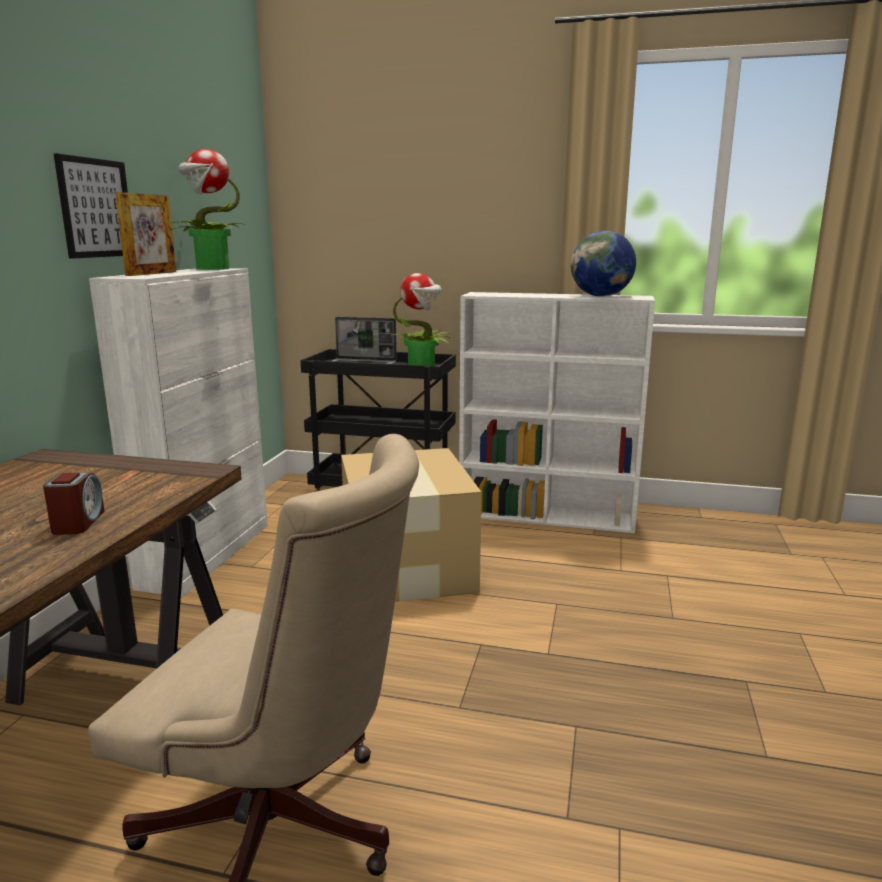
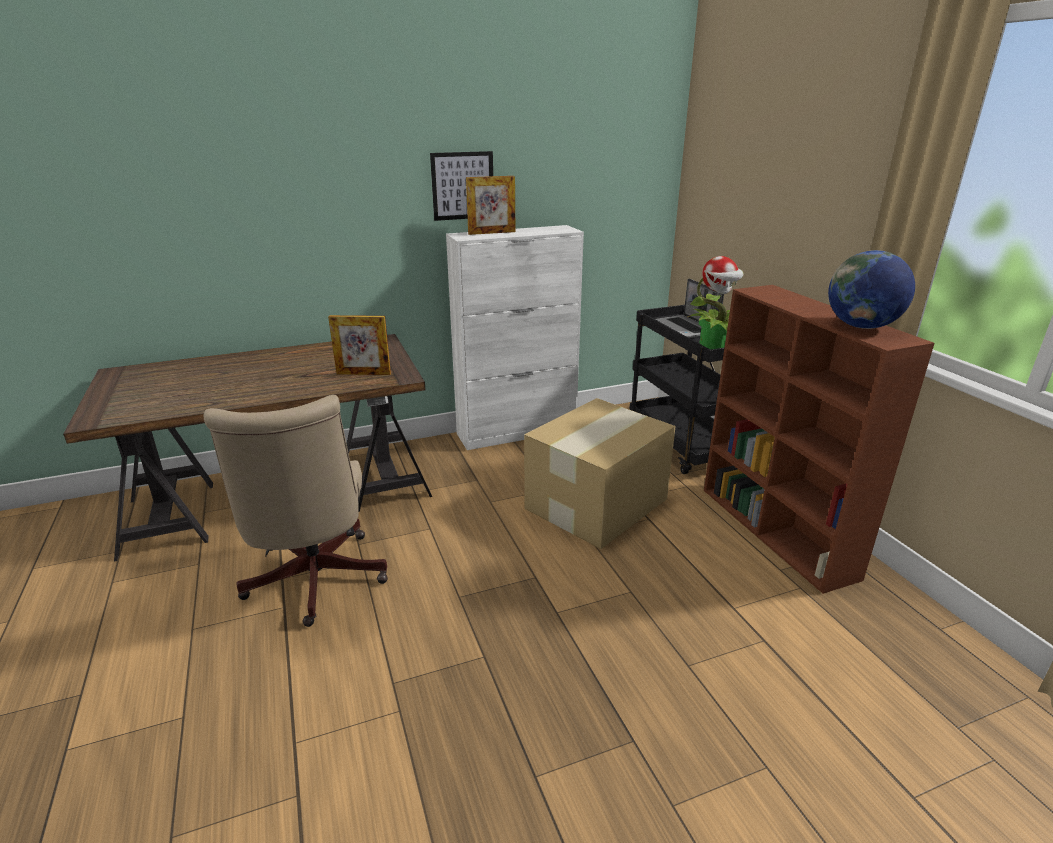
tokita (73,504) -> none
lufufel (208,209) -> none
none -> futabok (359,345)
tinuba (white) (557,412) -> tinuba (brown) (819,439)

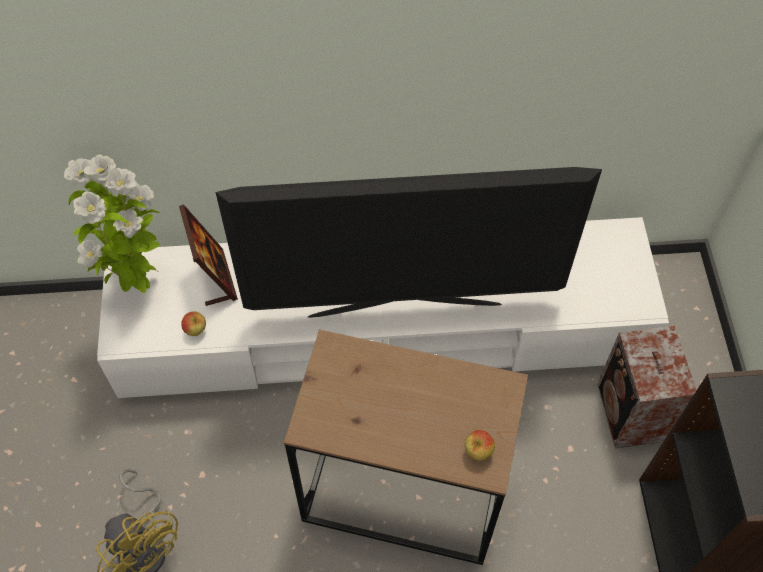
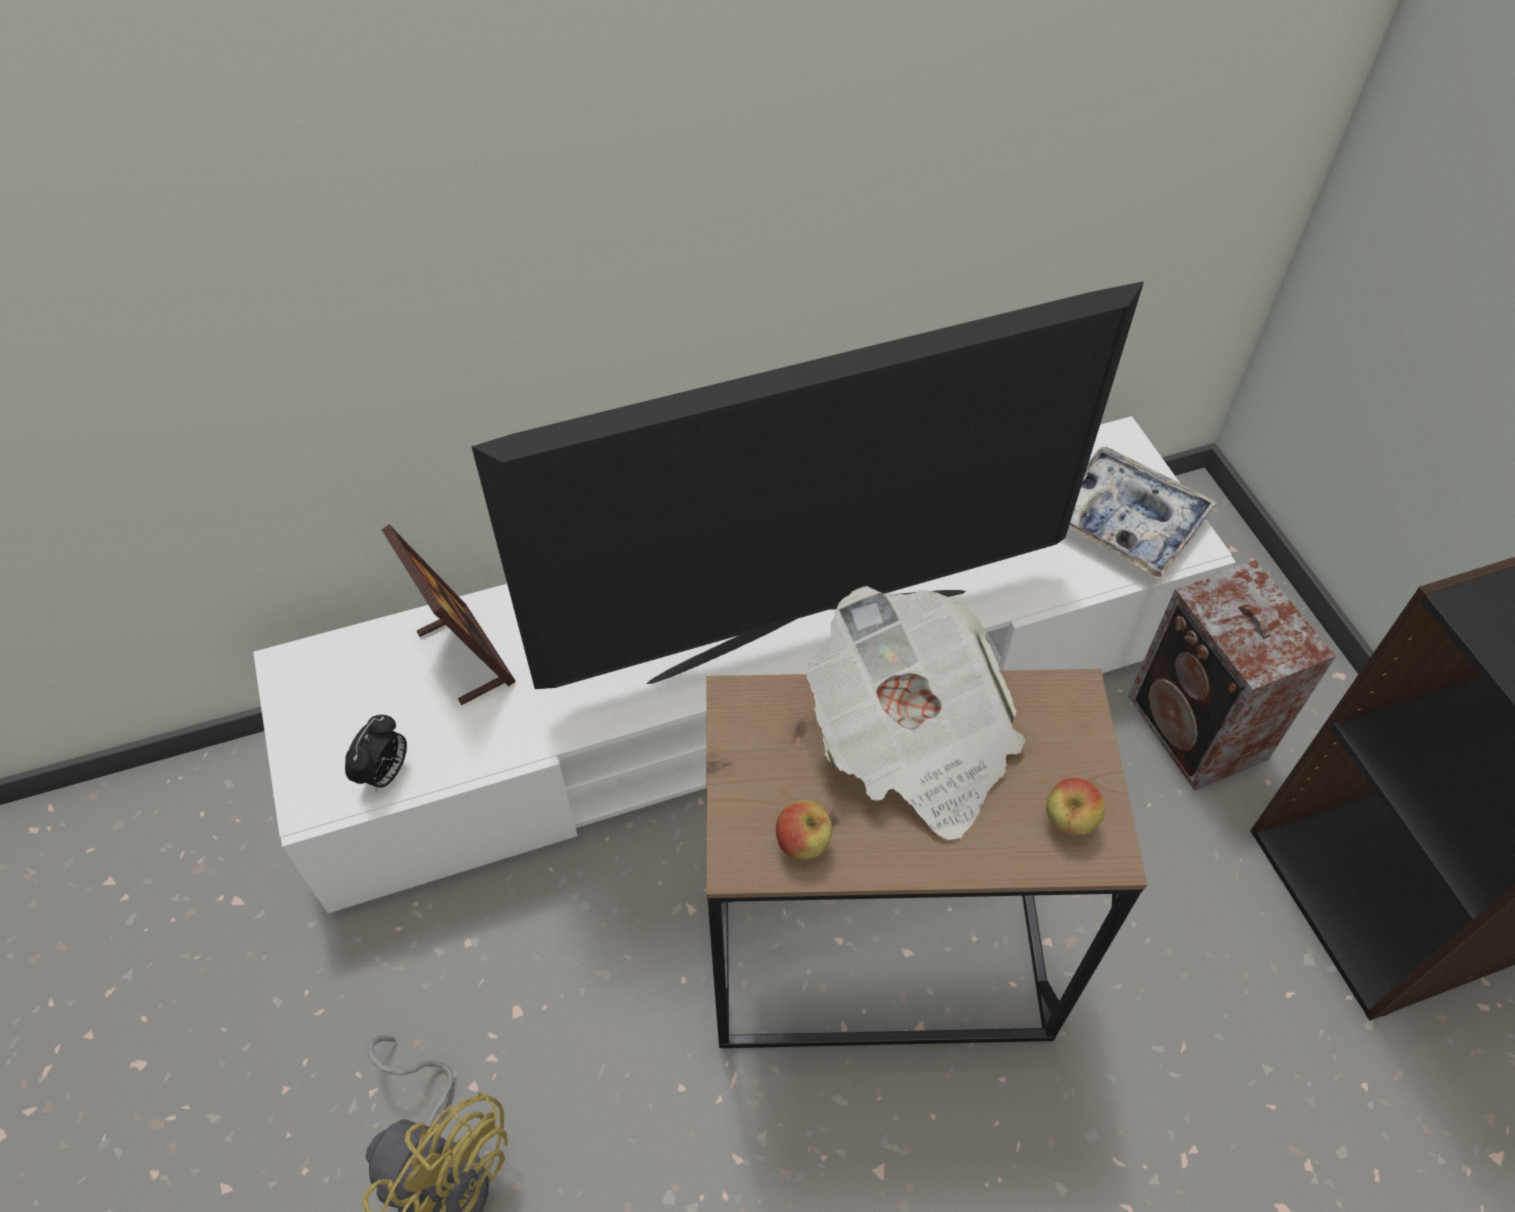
lufufel (112,223) -> none
none -> tokita (376,753)
none -> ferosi (916,713)
none -> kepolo (1143,512)
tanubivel (193,323) -> tanubivel (804,830), moved

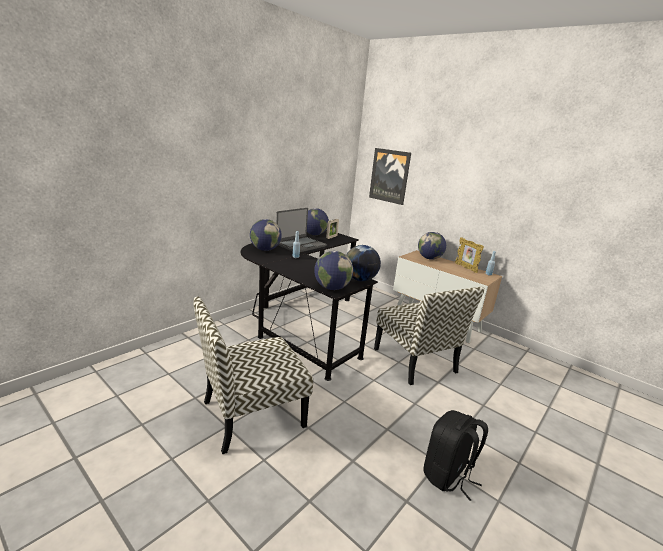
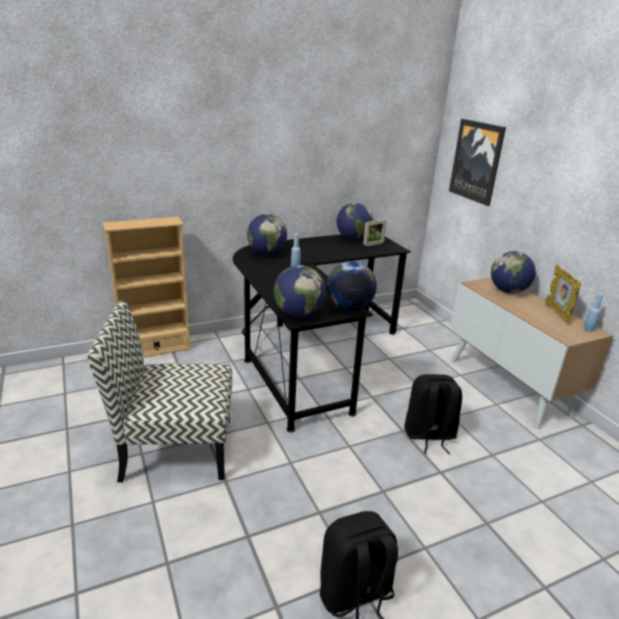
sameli (301,230) -> none
none -> tinuba (beige) (147,287)
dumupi (429,336) -> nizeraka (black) (433,414)

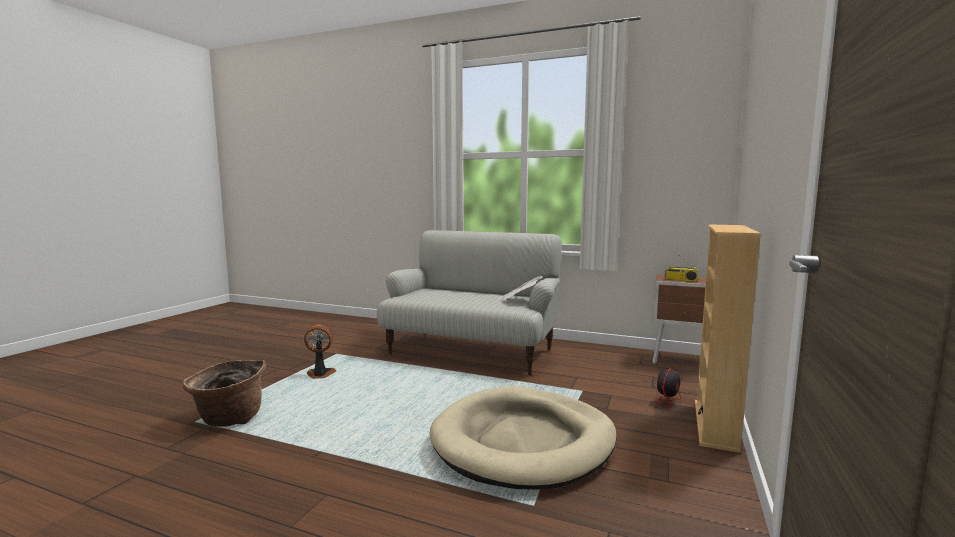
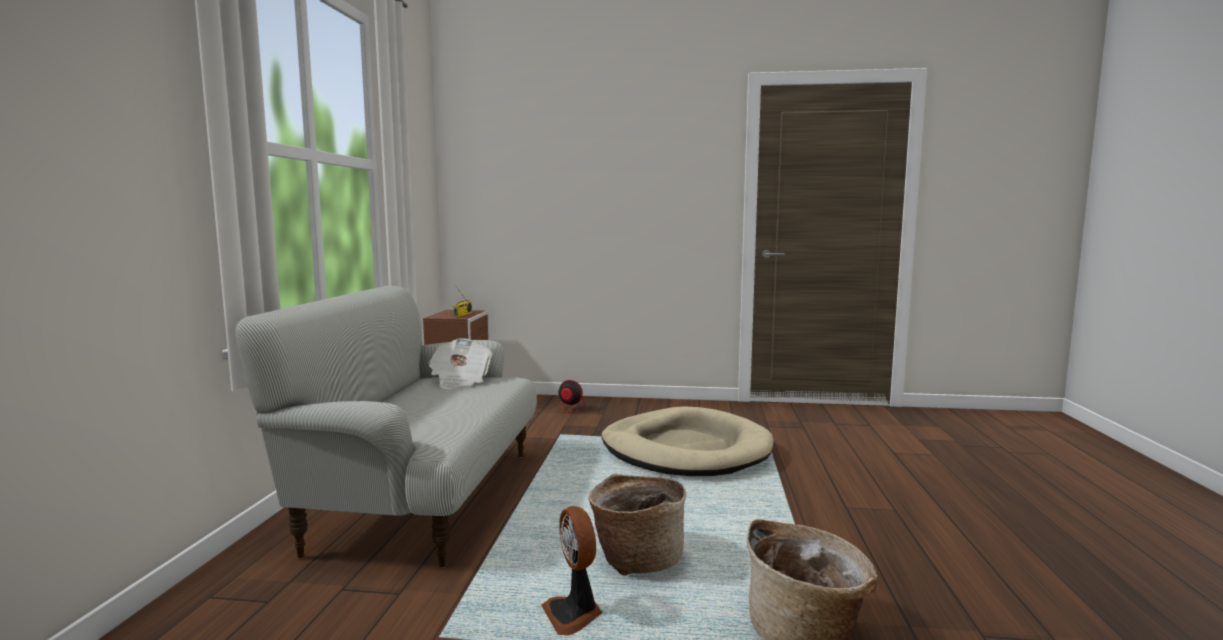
tinuba (beige) (728,338) -> none
none -> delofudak (637,524)

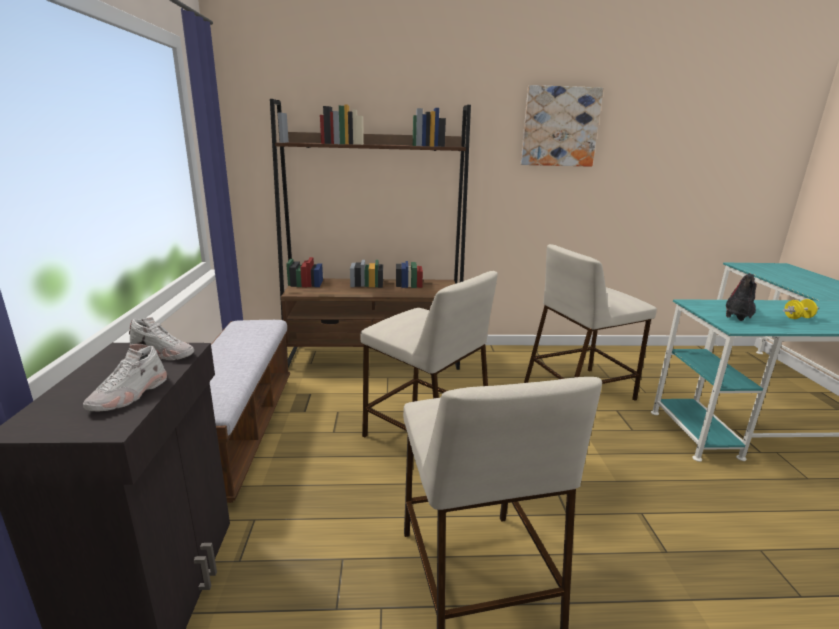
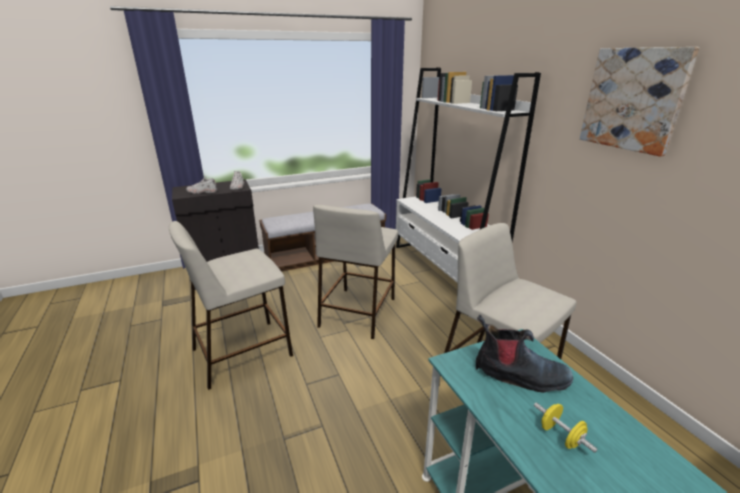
tinuba (brown) (370,234) -> tinuba (white) (468,175)

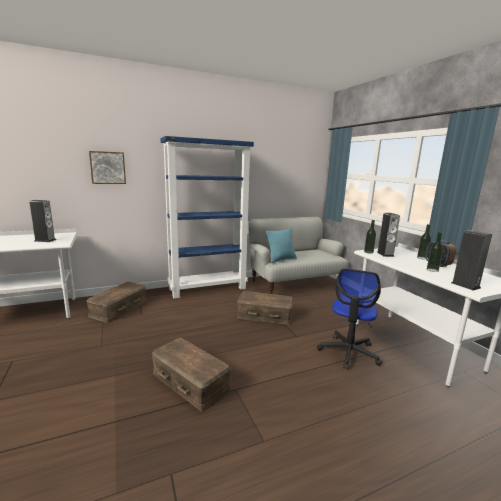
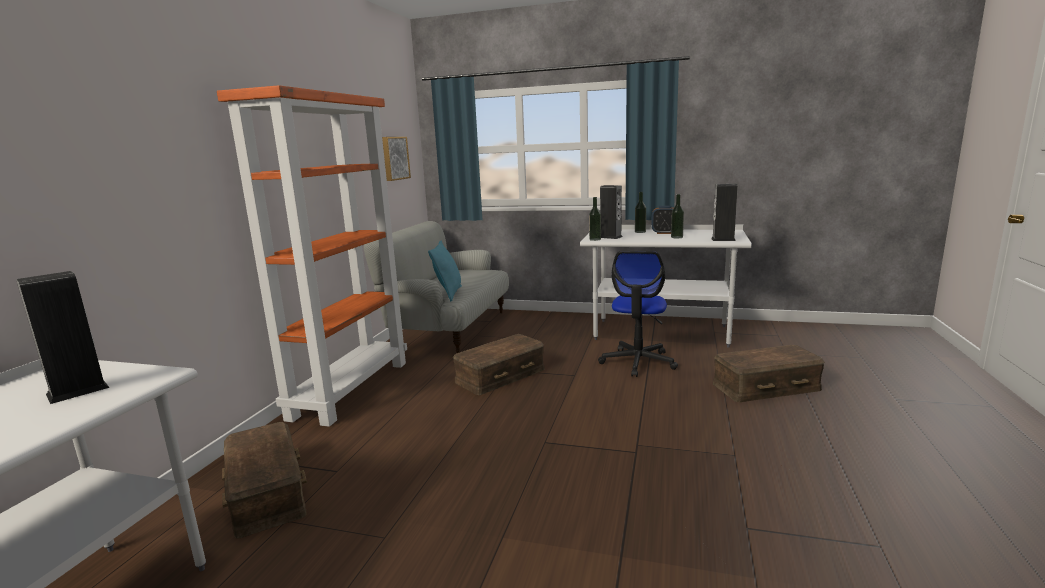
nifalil (107,167) -> nifalil (396,159), moved
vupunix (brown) (191,375) -> vupunix (brown) (769,373), moved
tinuba (blue) (207,217) -> tinuba (orange) (312,256)
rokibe (349,319) -> rokibe (638,314), 45 degrees clockwise

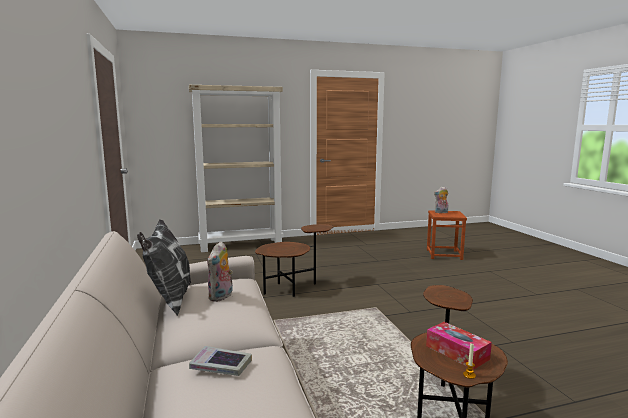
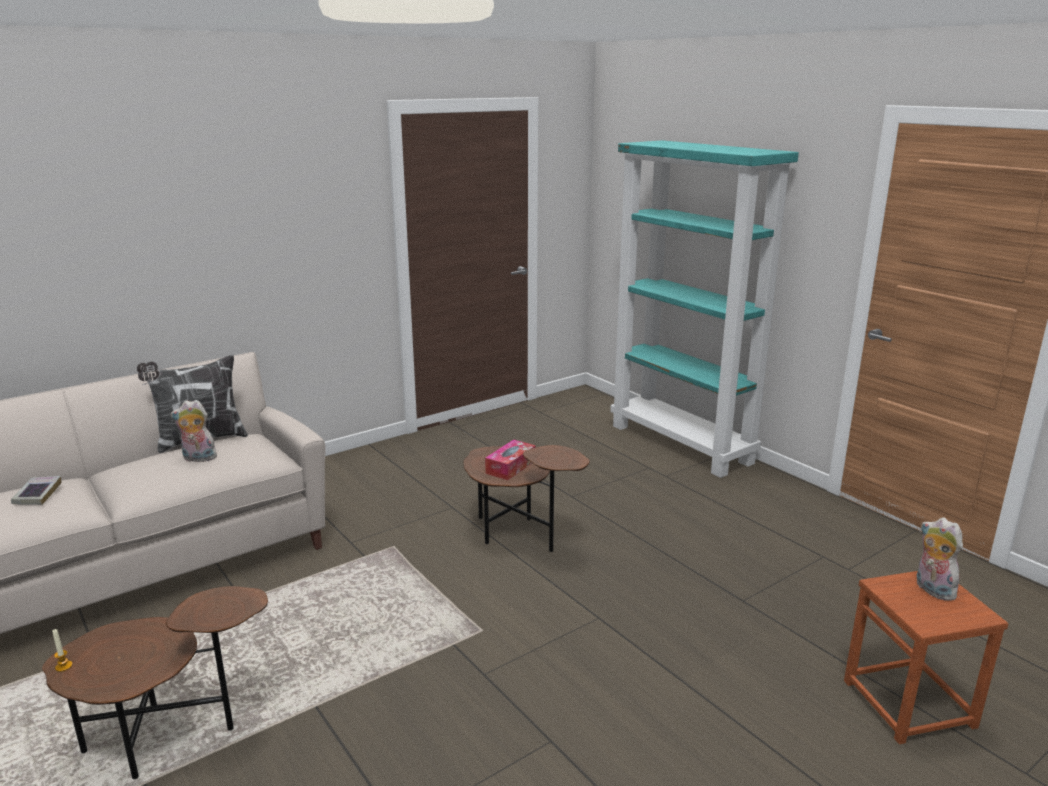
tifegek (459,346) -> tifegek (510,459), moved
tinuba (beige) (236,168) -> tinuba (turquoise) (704,309)

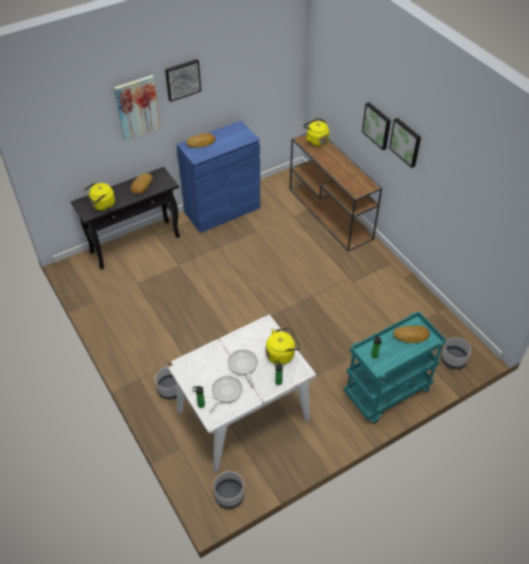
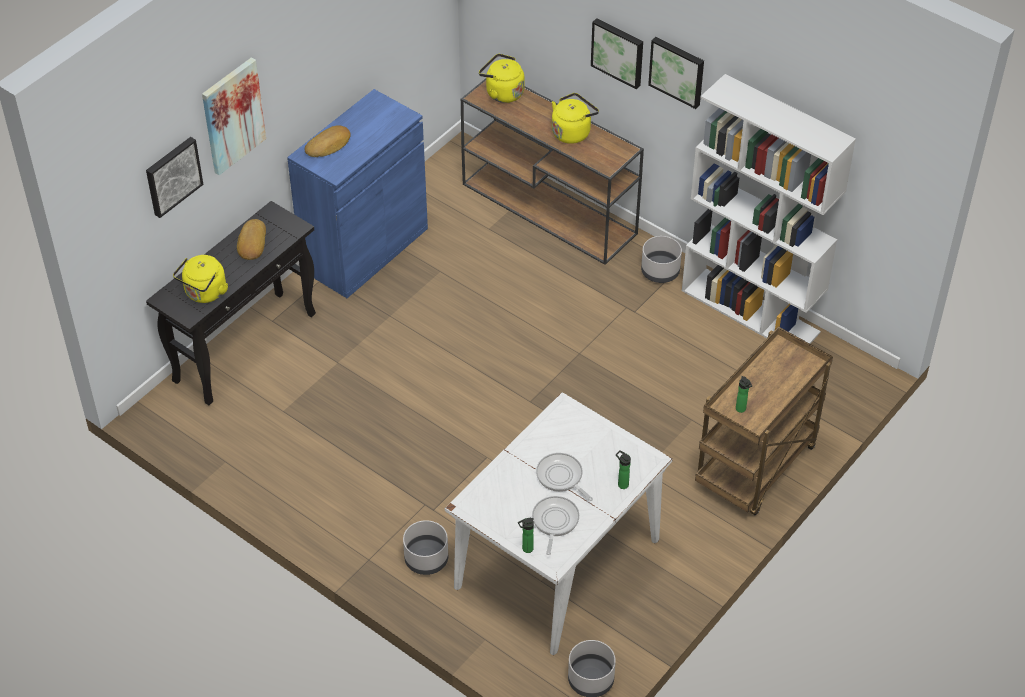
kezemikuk (411,334) -> none
none -> tinuba (white) (769,209)
nifalil (183,80) -> nifalil (174,177), moved
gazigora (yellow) (283,346) -> gazigora (yellow) (575,118), moved
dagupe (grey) (456,353) -> dagupe (grey) (661,259), moved
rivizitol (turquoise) (395,367) -> rivizitol (brown) (764,420)

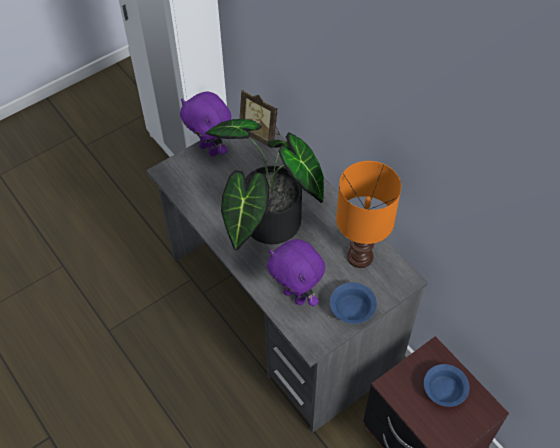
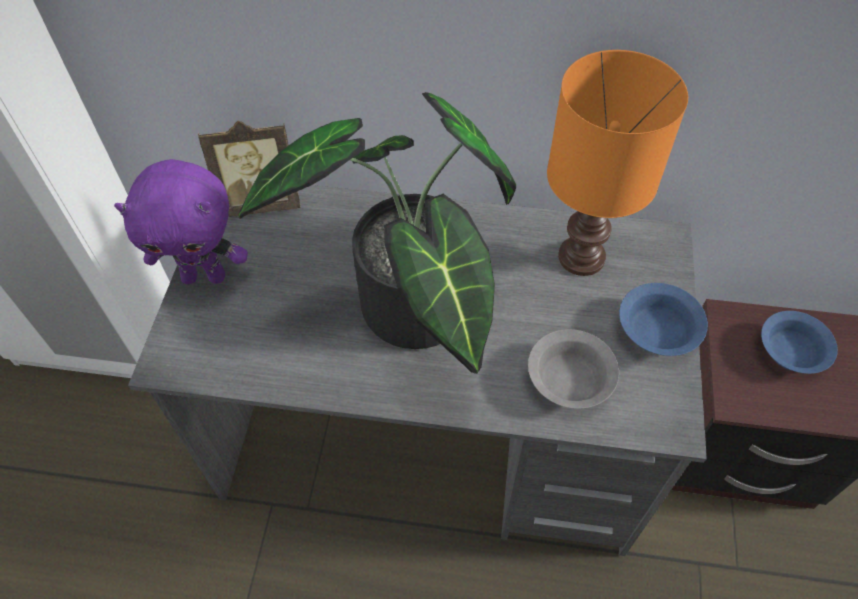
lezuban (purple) (296,272) -> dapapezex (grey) (573,369)

